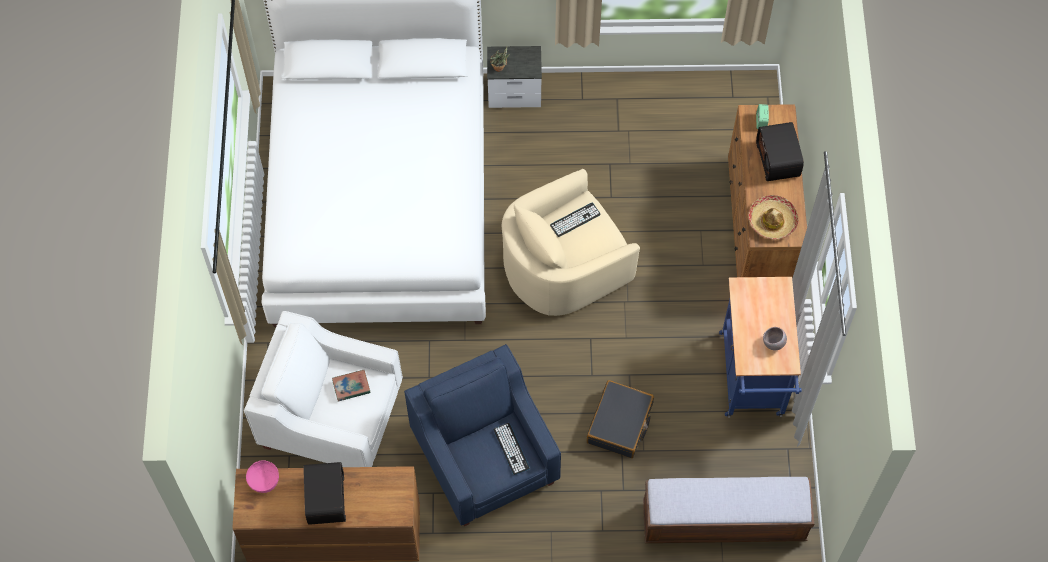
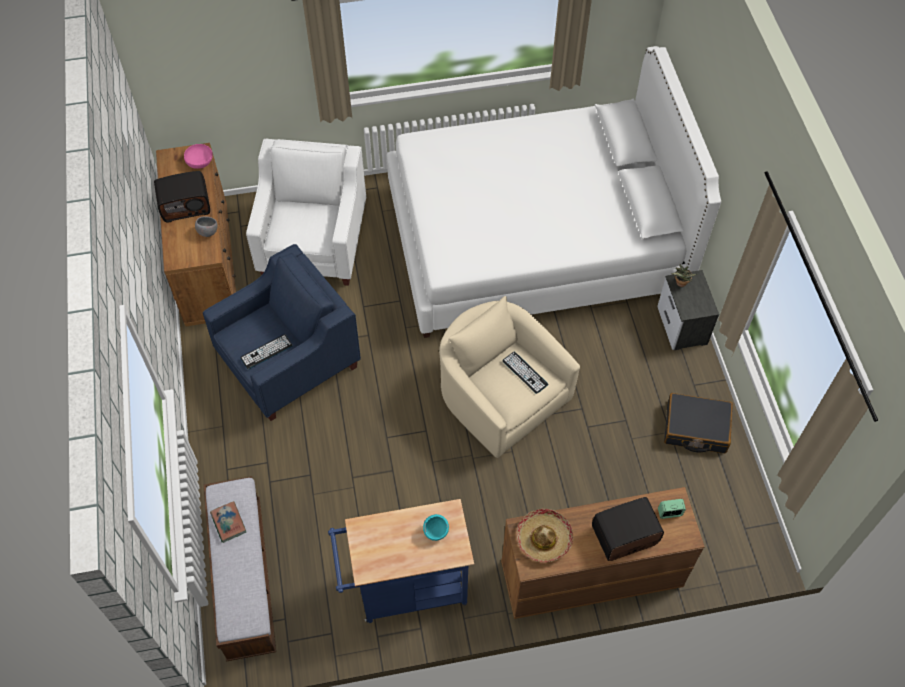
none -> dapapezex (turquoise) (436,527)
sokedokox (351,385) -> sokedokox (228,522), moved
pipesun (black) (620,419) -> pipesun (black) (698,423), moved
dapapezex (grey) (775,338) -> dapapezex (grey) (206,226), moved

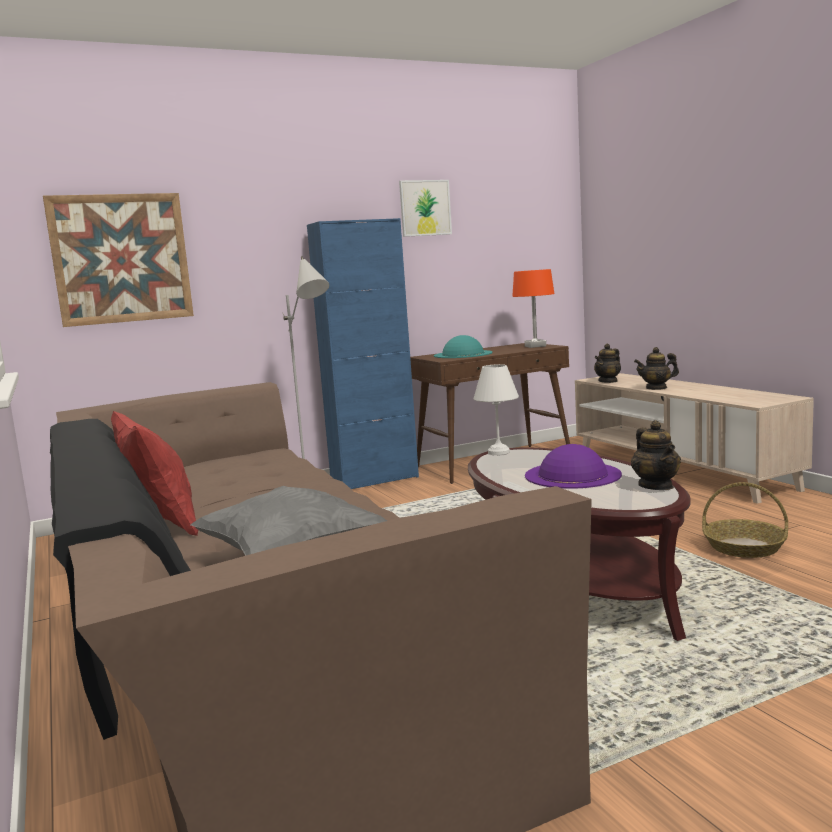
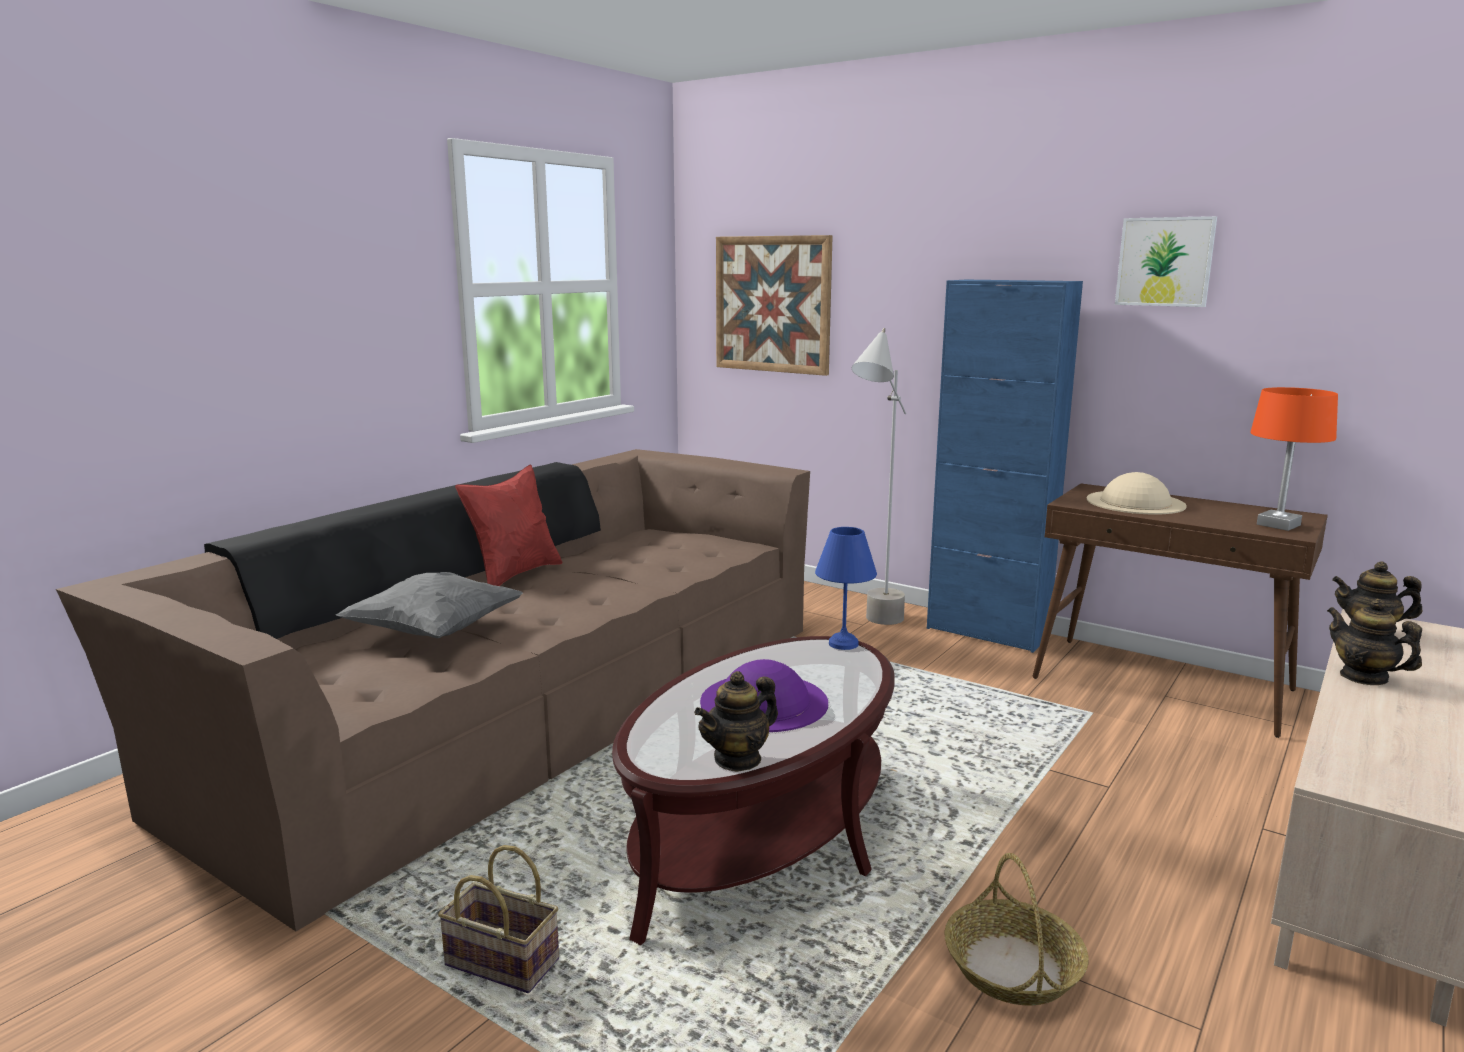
none -> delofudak (498,919)
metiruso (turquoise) (463,346) -> metiruso (beige) (1137,493)
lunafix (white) (496,409) -> lunafix (blue) (846,588)

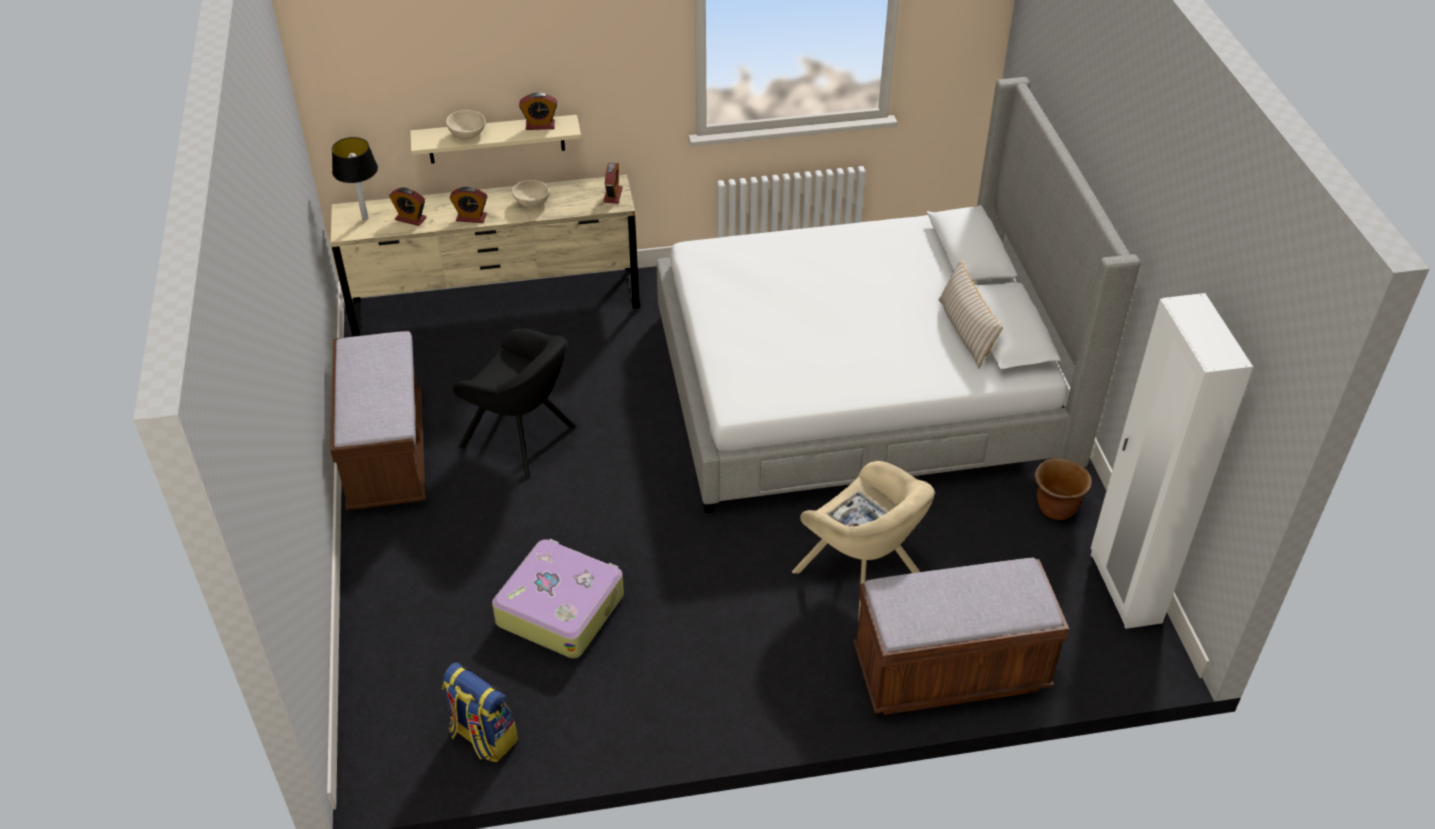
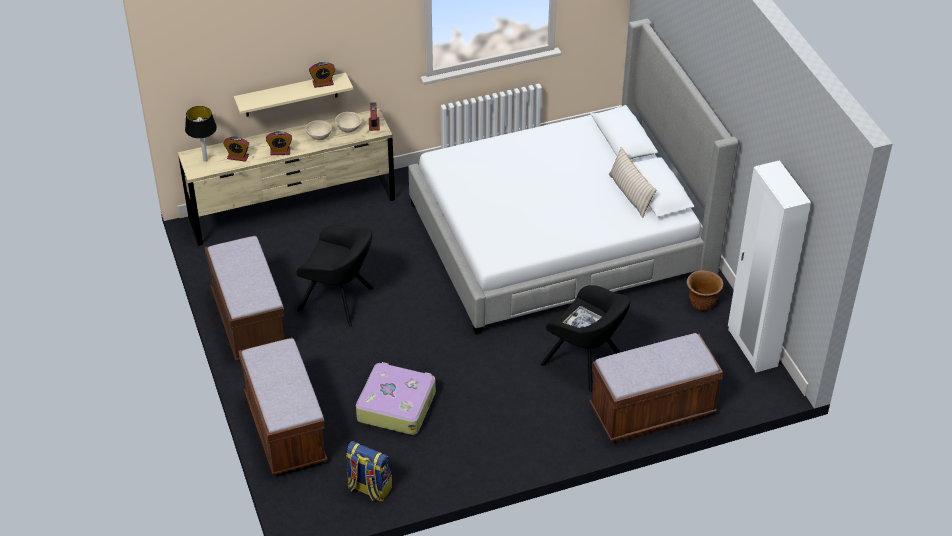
none -> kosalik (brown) (283,406)
dapapezex (beige) (466,125) -> dapapezex (beige) (348,122), moved
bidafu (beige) (863,542) -> bidafu (black) (585,338)

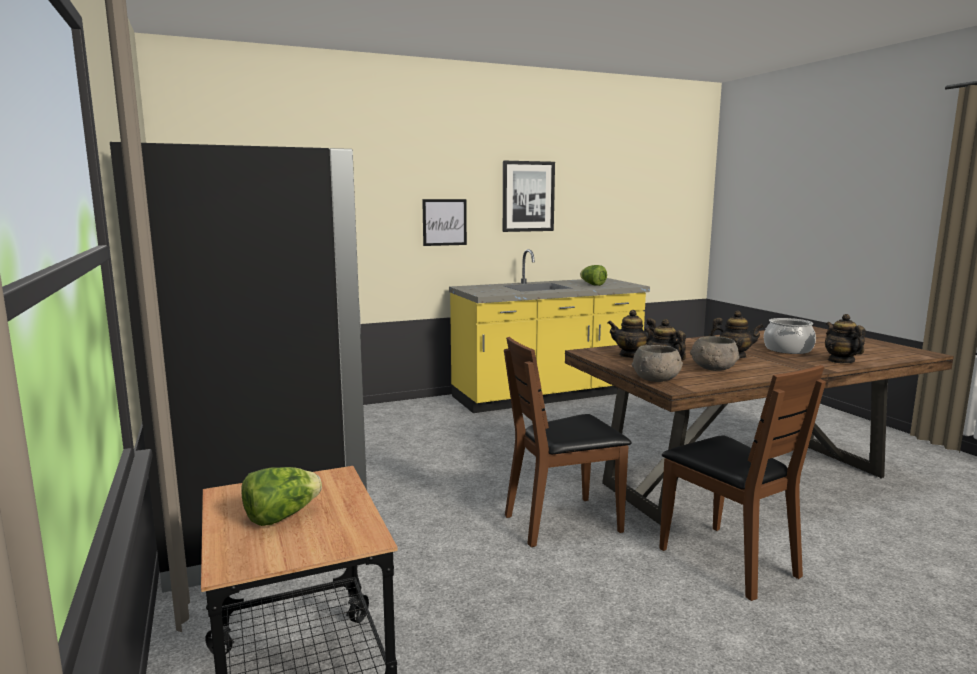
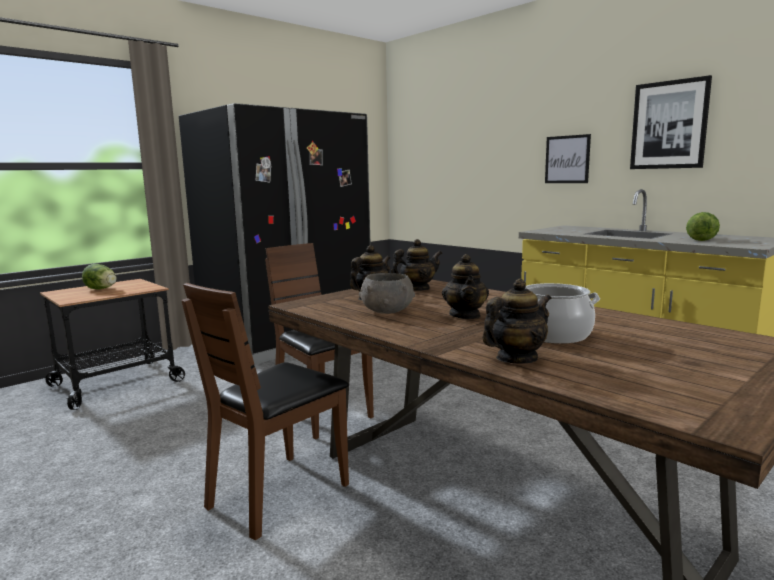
dapapezex (grey) (657,363) -> none
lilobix (632,334) -> lilobix (416,265), 75 degrees clockwise

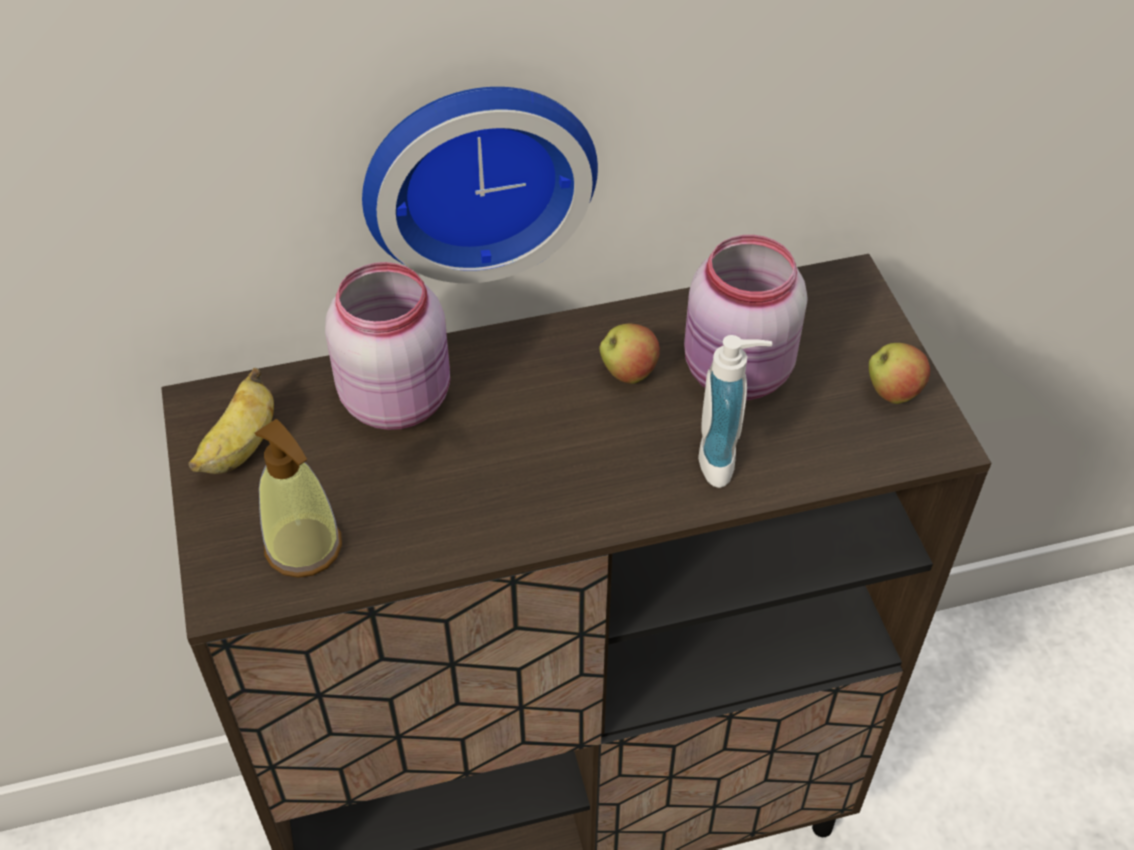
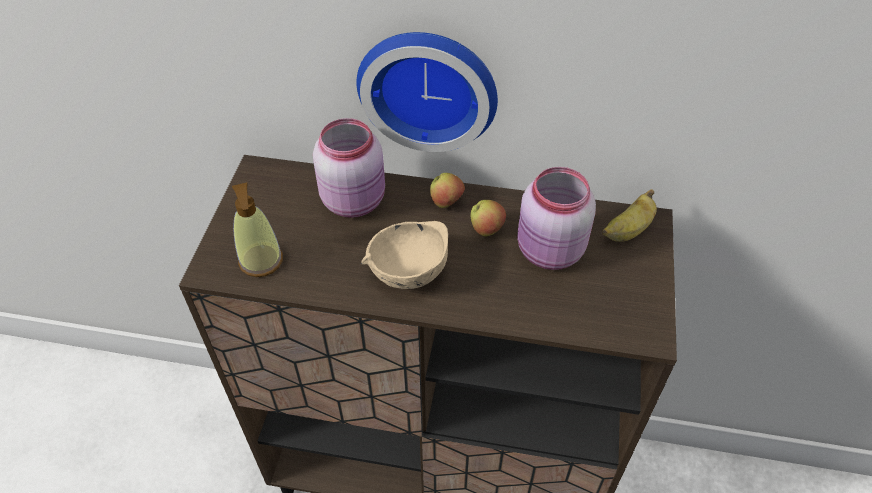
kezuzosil (735,411) -> none
none -> dapapezex (beige) (404,255)
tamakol (231,421) -> tamakol (629,215), moved
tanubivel (899,373) -> tanubivel (447,190), moved

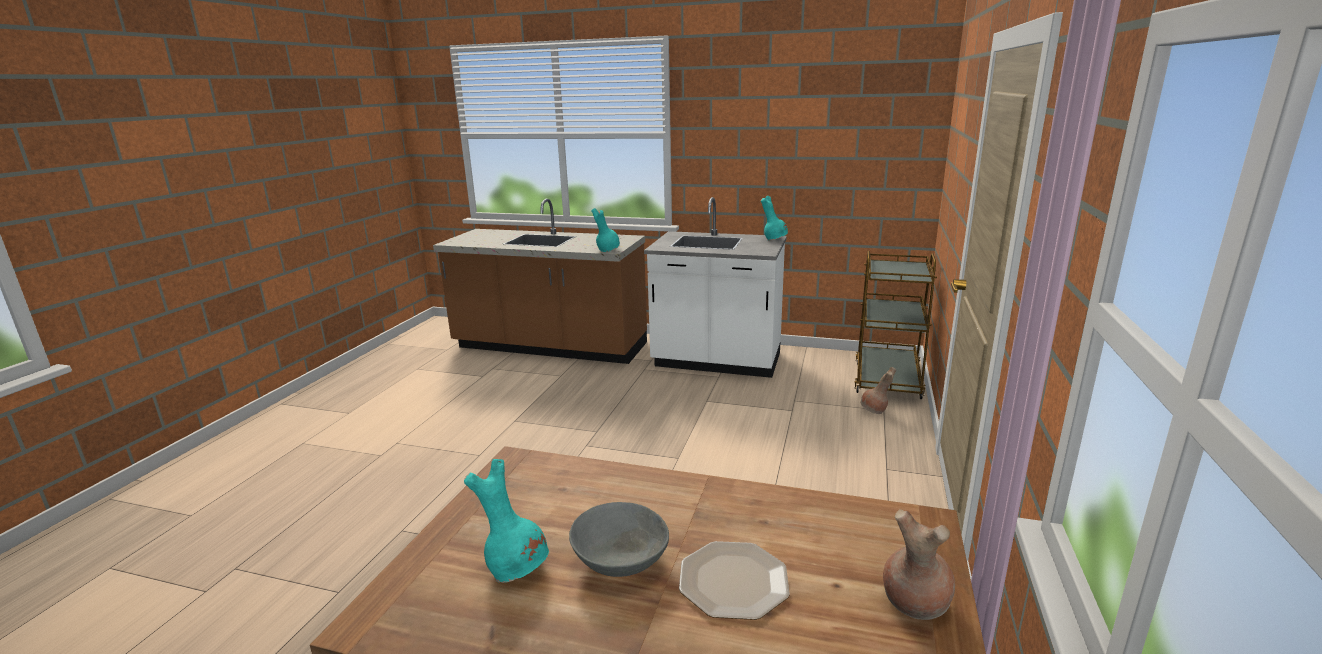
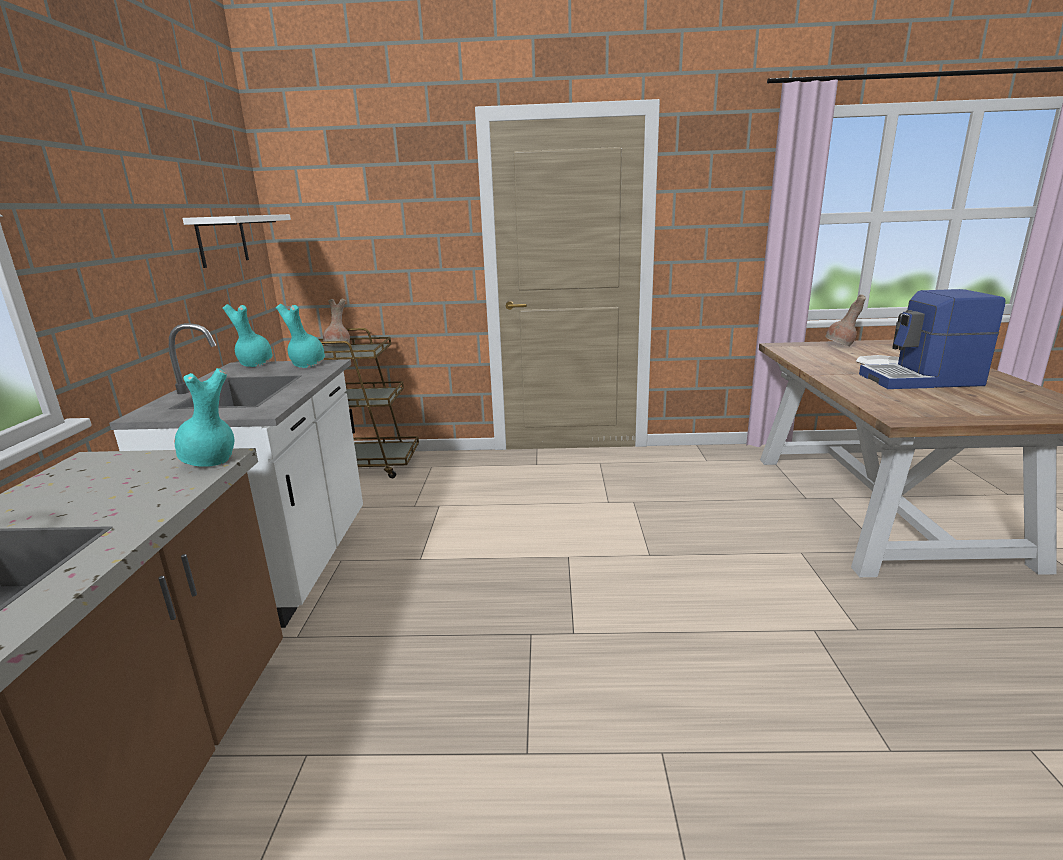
none -> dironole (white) (237,241)
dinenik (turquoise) (506,521) -> dinenik (turquoise) (300,336), moved
dinenik (brown) (878,390) -> dinenik (brown) (336,322), moved
dapapezex (grey) (619,539) -> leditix (932,339)

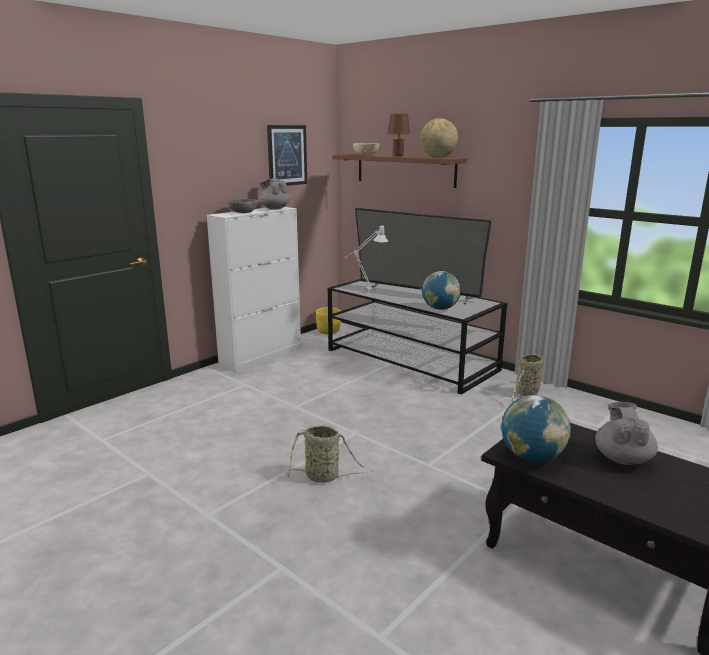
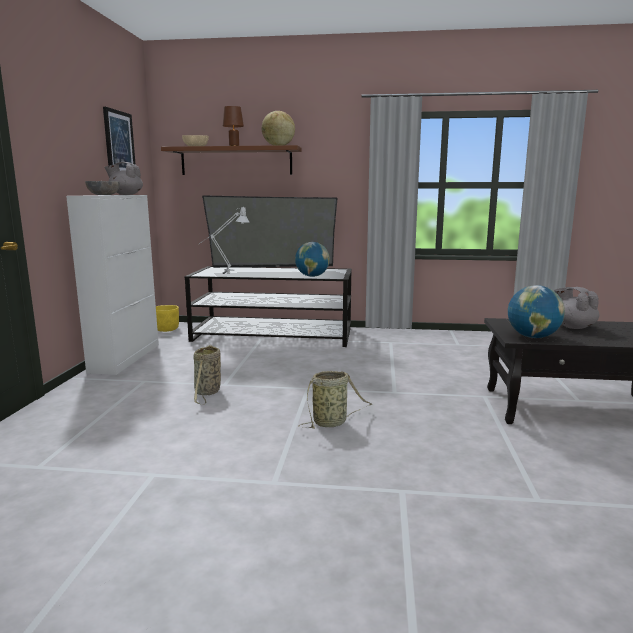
delofudak (527,377) -> delofudak (207,375), moved

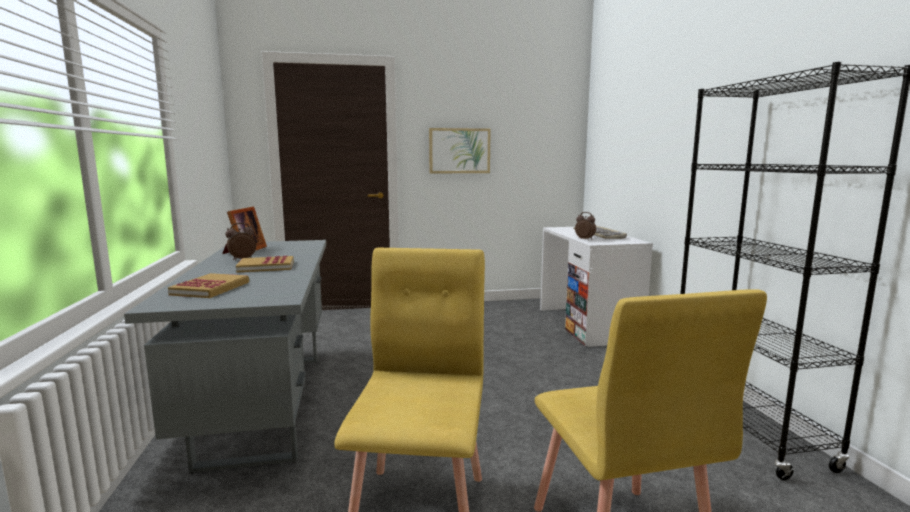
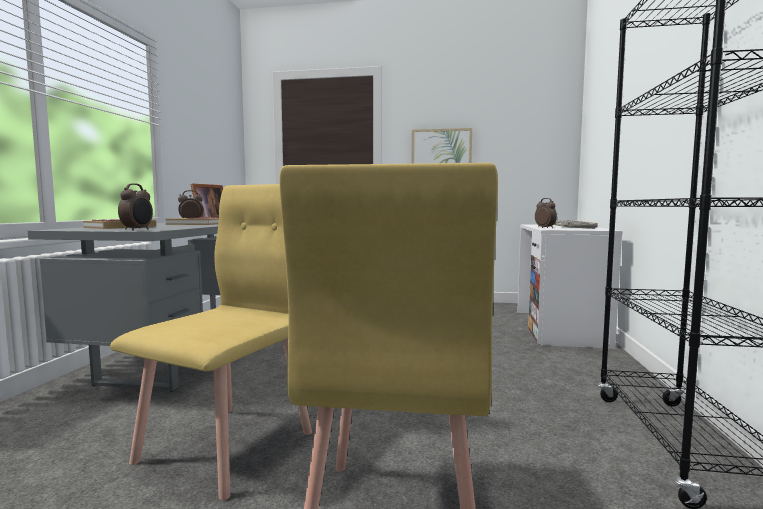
none -> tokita (135,206)

